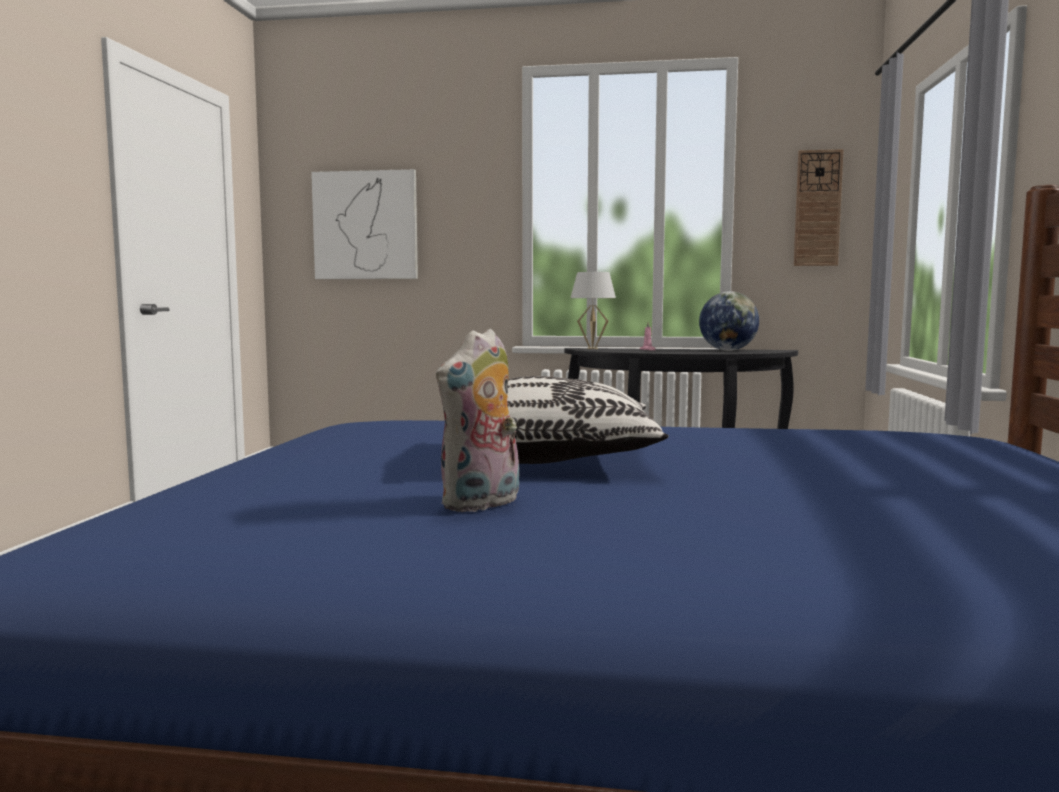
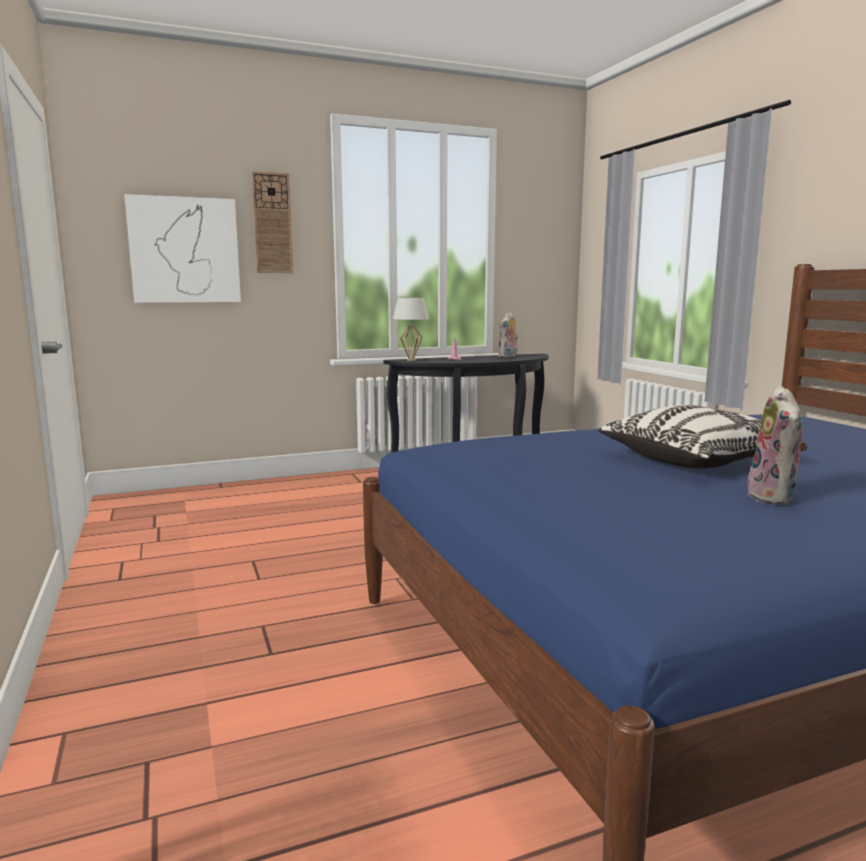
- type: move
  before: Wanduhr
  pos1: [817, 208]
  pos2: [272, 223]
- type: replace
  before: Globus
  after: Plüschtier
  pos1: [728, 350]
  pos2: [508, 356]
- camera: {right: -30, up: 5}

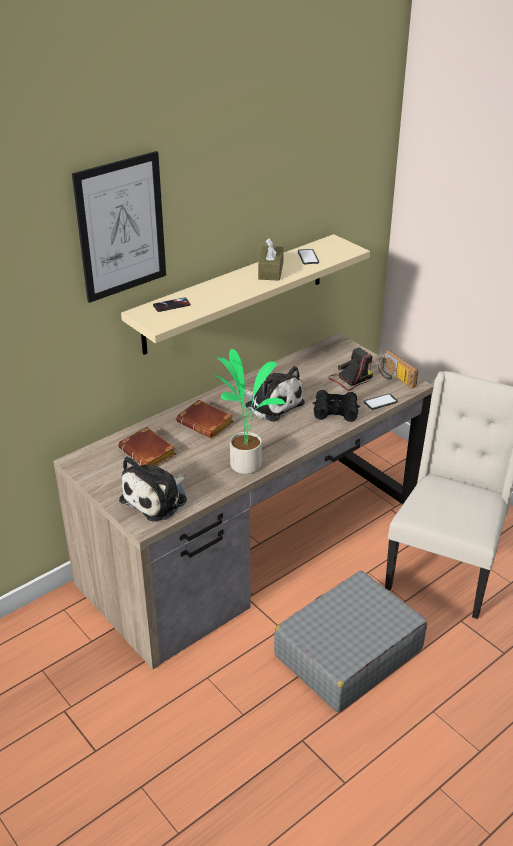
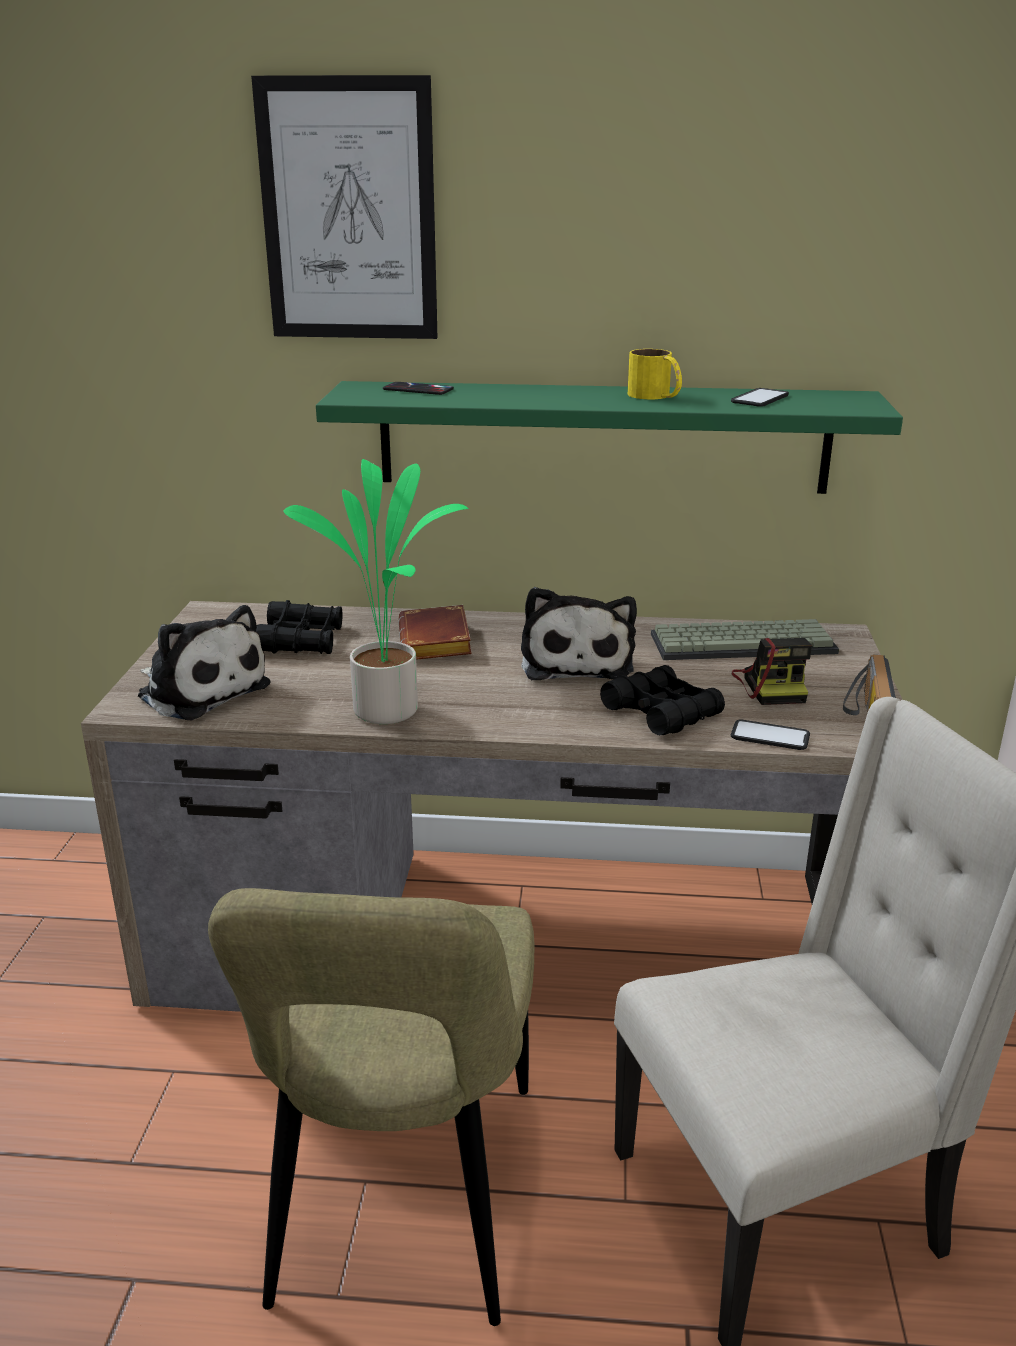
- type: recolor
  before: Wandregal (beige)
  after: Wandregal (grün)
  pos1: [235, 293]
  pos2: [603, 437]
- type: replace
  before: Taschentuchbox (braun)
  after: Henkelbecher (gelb)
  pos1: [270, 271]
  pos2: [656, 396]
- type: rotate
  before: Kamera
  pos1: [350, 379]
  pos2: [772, 686]
  turn: 75
- type: replace
  before: Buch (braun)
  after: Fernglas (schwarz)
  pos1: [149, 452]
  pos2: [301, 640]
- type: rotate
  before: Plüschtier
  pos1: [157, 499]
  pos2: [201, 690]
  turn: -135
- type: replace
  before: Koffer (grau)
  after: Stuhl (beige)
  pos1: [347, 653]
  pos2: [402, 1204]
- type: insert
  after: Tastatur
  pos2: [744, 642]
- camera: {right: 45, up: -10}

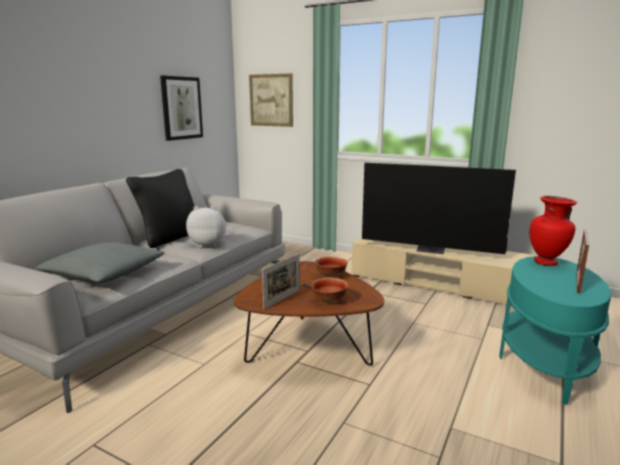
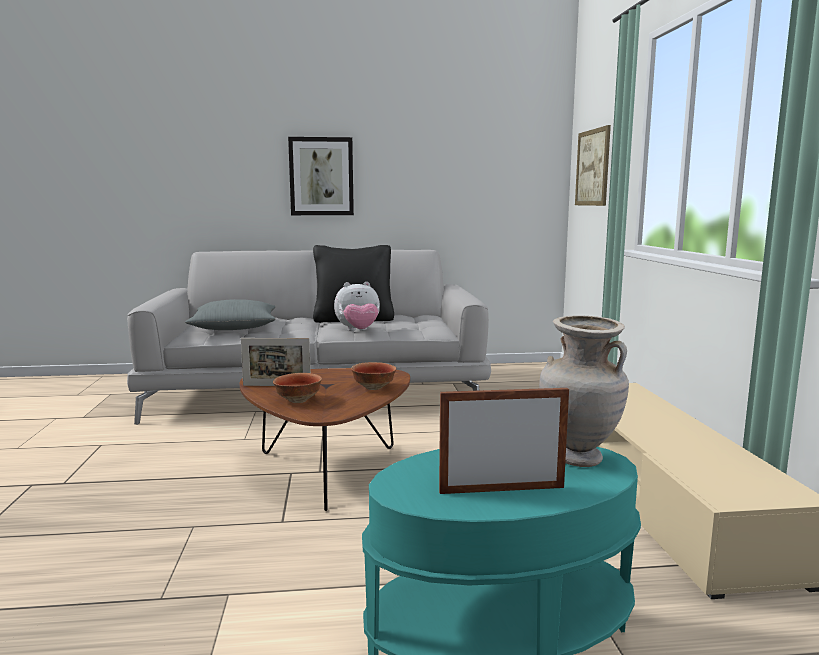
- type: move
  before: Bild
  pos1: [181, 108]
  pos2: [321, 176]
- type: delete
  before: Fernseher
  pos1: [431, 250]
- type: recolor
  before: Vase (rot)
  after: Vase (beige)
  pos1: [546, 263]
  pos2: [578, 459]
- type: rotate
  before: Plüschtier
  pos1: [209, 244]
  pos2: [358, 331]
  turn: 105
- camera: {right: 55, up: -5}

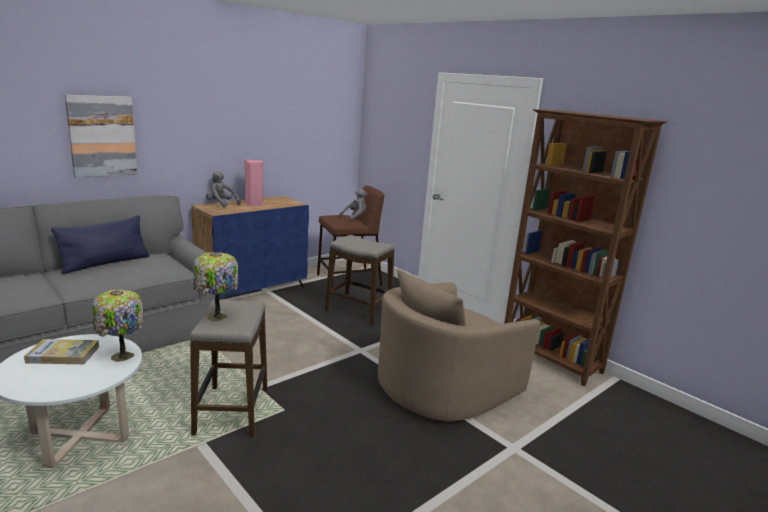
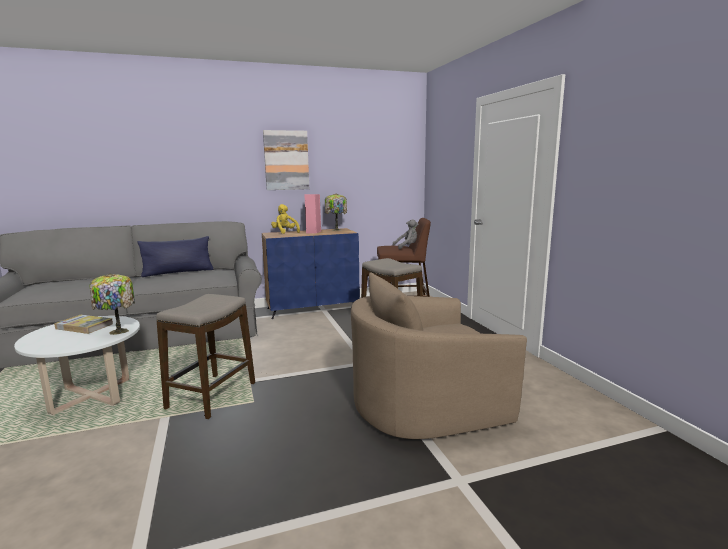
- type: move
  before: Bild
  pos1: [102, 136]
  pos2: [286, 160]
- type: delete
  before: Bücherregal (braun)
  pos1: [550, 359]
- type: recolor
  before: Plüschtier (grau)
  after: Plüschtier (gelb)
  pos1: [221, 204]
  pos2: [285, 232]
- type: move
  before: Tischlampe
  pos1: [216, 317]
  pos2: [336, 230]
- camera: {right: 25, up: -5}

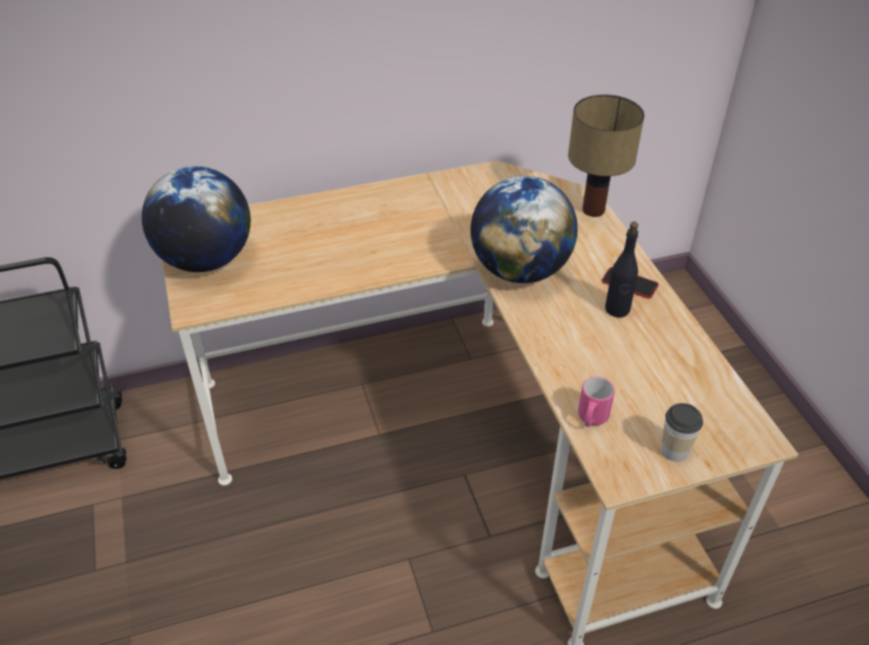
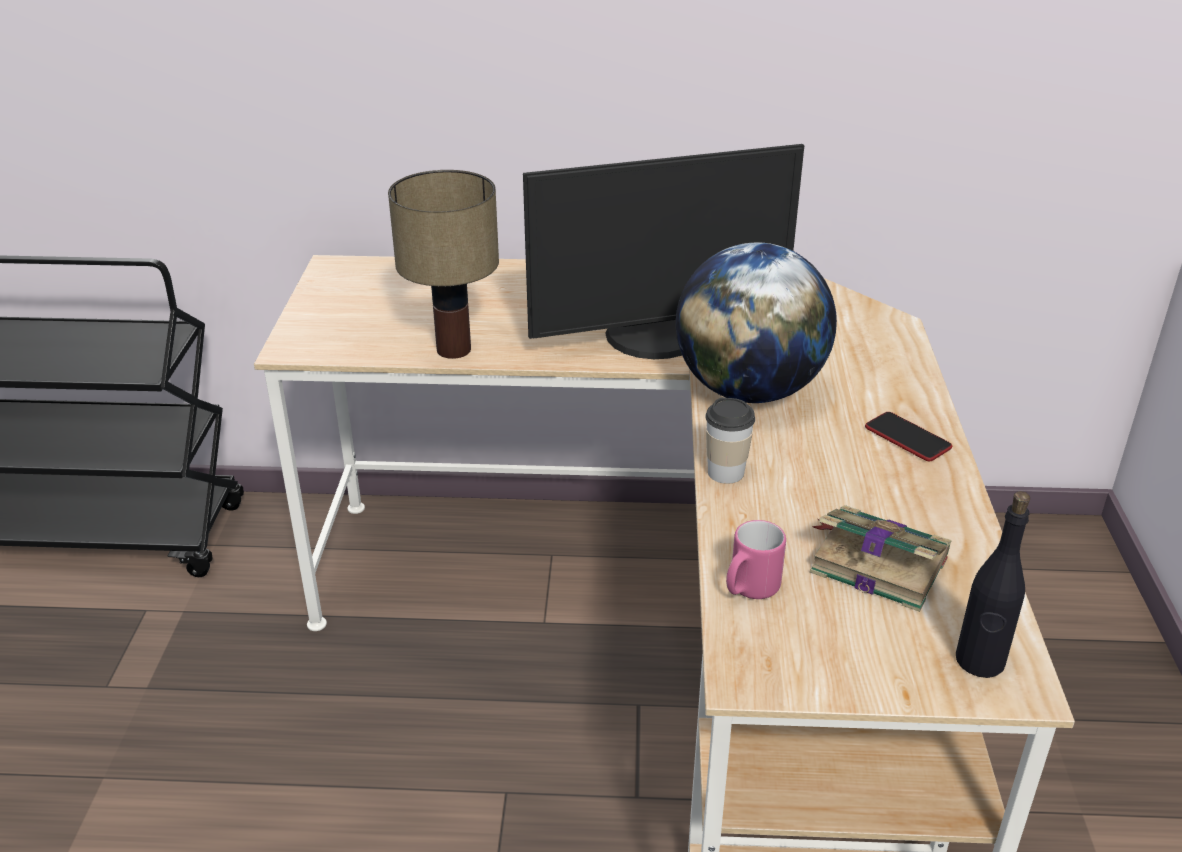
- type: move
  before: Tischlampe
  pos1: [594, 210]
  pos2: [454, 351]
- type: delete
  before: Globus
  pos1: [206, 260]
- type: move
  before: Flasche (schwarz)
  pos1: [617, 309]
  pos2: [979, 661]
- type: move
  before: Tasse
  pos1: [674, 450]
  pos2: [725, 472]
- type: insert
  after: Monitor
  pos2: [656, 337]
- type: insert
  after: Buch
  pos2: [876, 563]
- camera: {right: 20, up: -10}

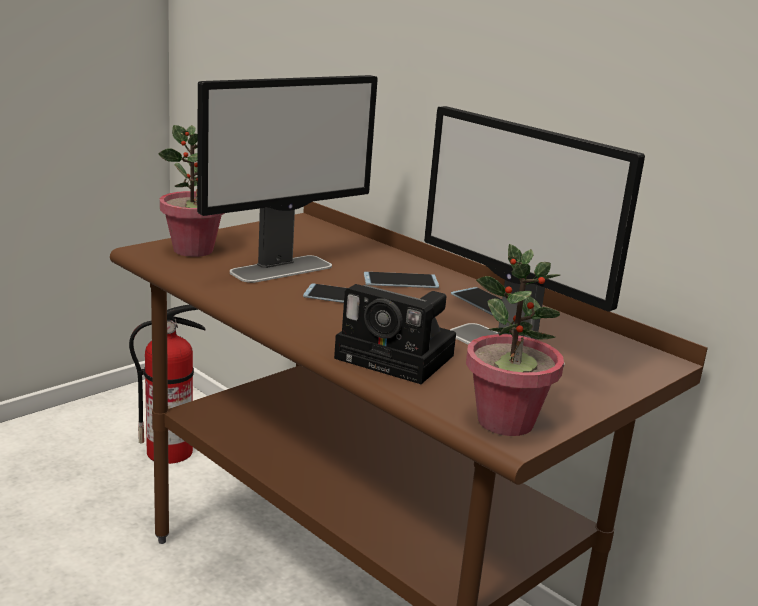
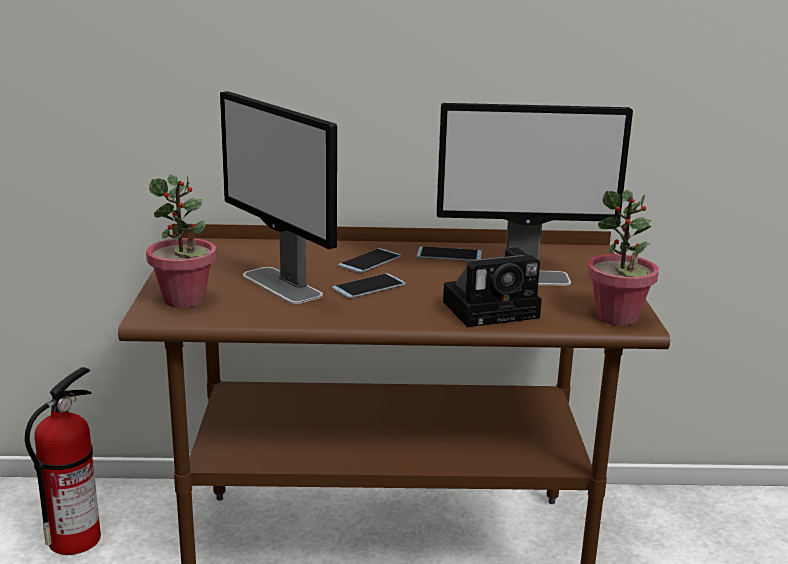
- type: rotate
  before: Monitor
  pos1: [282, 269]
  pos2: [282, 285]
  turn: 135
- camera: {right: -45, up: 0}

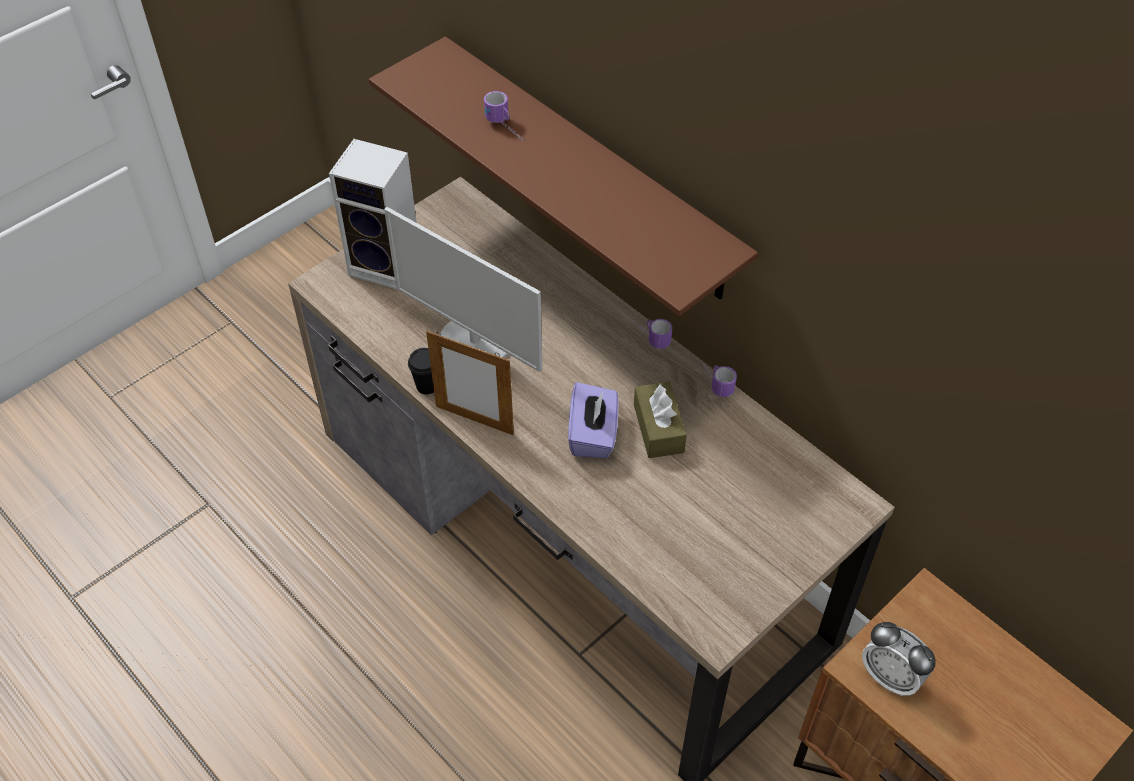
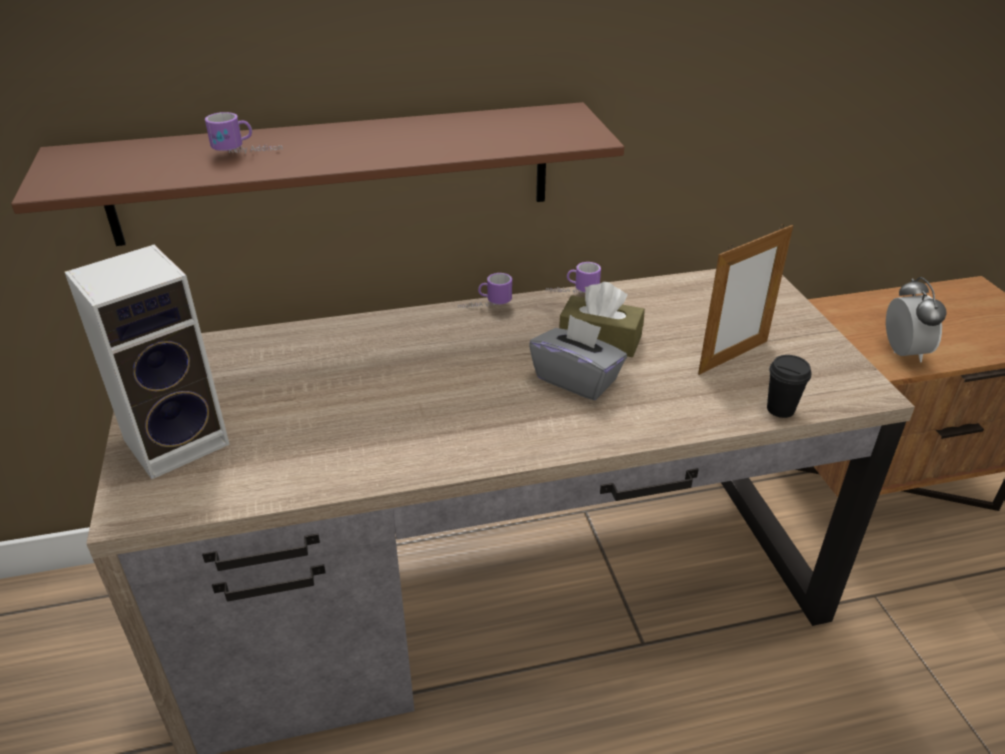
- type: delete
  before: Monitor
  pos1: [474, 344]
- type: move
  before: Bilderrahmen
  pos1: [474, 420]
  pos2: [733, 357]
- type: move
  before: Tasse (schwarz)
  pos1: [427, 386]
  pos2: [780, 409]
- type: recolor
  before: Taschentuchbox (lila)
  after: Taschentuchbox (grau)
  pos1: [593, 435]
  pos2: [576, 379]
- type: rotate
  before: Wecker
  pos1: [890, 676]
  pos2: [903, 352]
  turn: -75
- camera: {right: -60, up: -15}

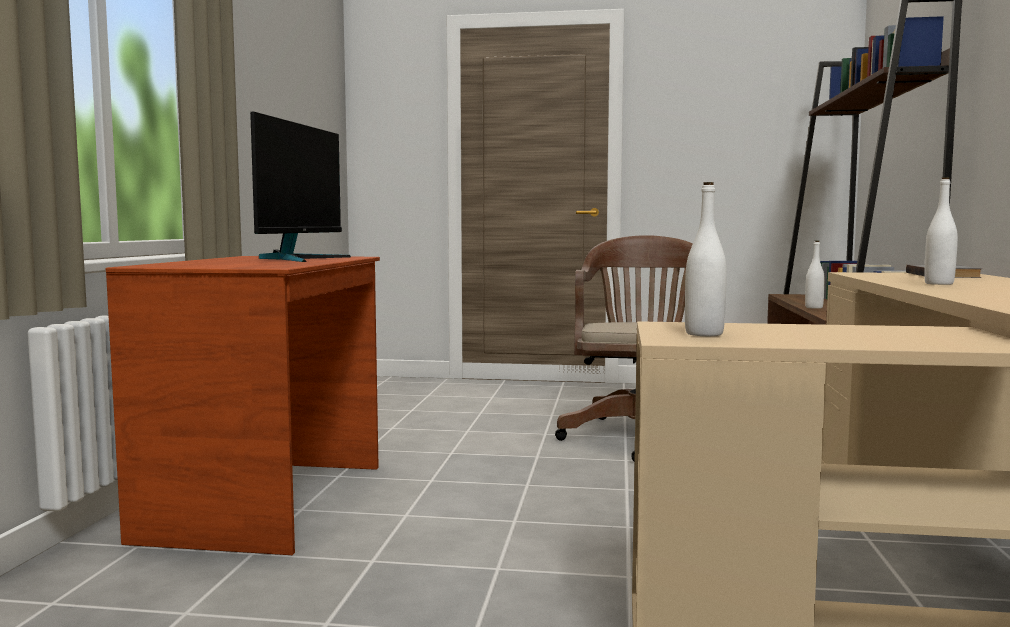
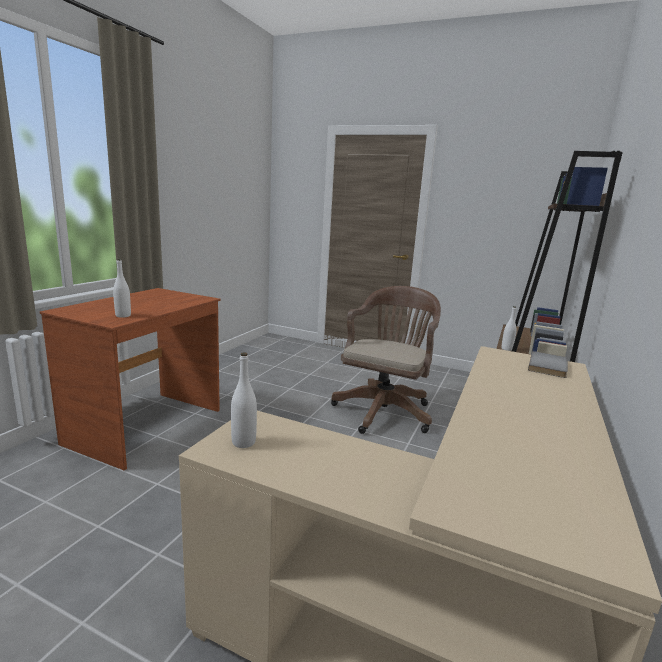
- type: delete
  before: Monitor
  pos1: [299, 259]
- type: move
  before: Flasche (weiß)
  pos1: [939, 283]
  pos2: [123, 316]
- camera: {right: 15, up: 10}

